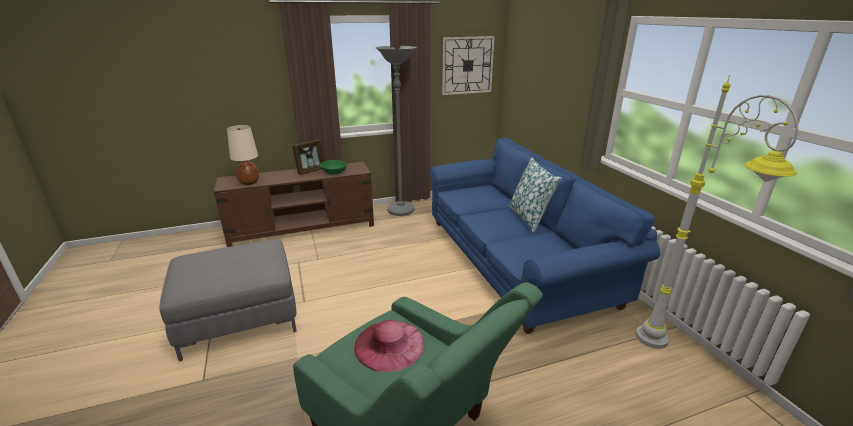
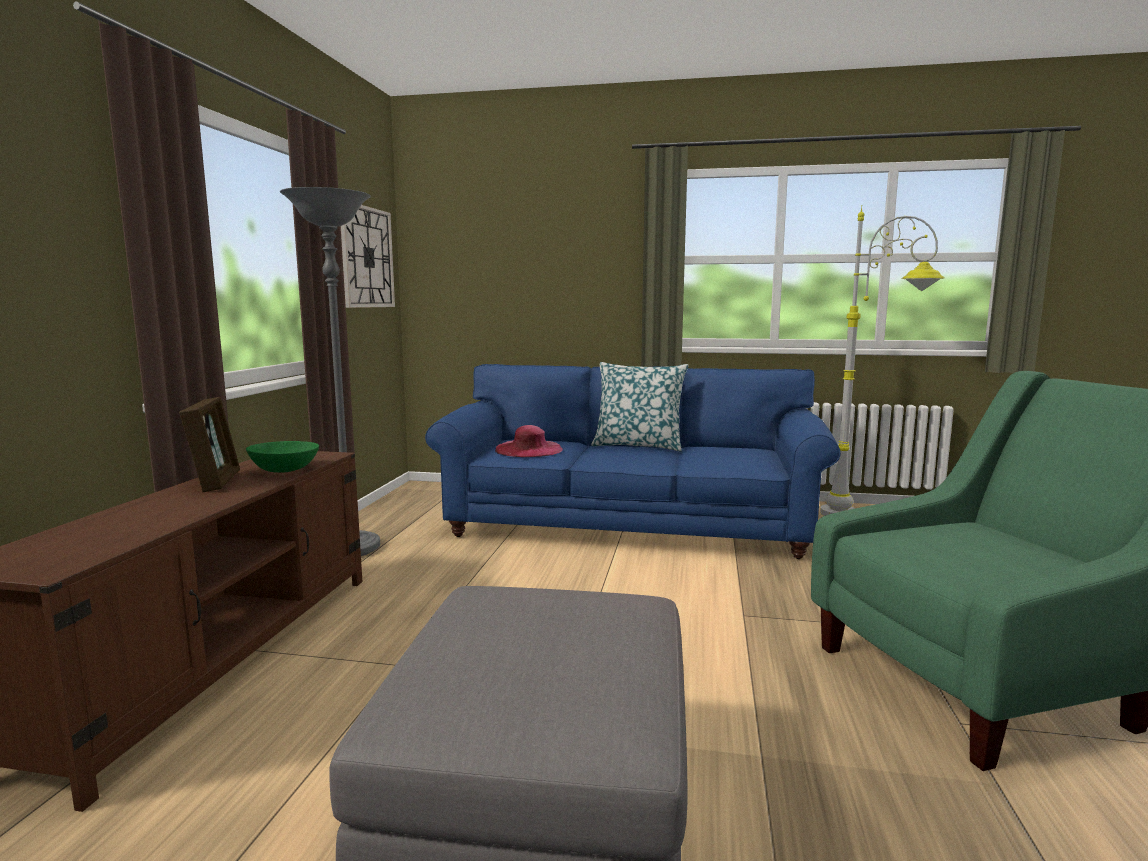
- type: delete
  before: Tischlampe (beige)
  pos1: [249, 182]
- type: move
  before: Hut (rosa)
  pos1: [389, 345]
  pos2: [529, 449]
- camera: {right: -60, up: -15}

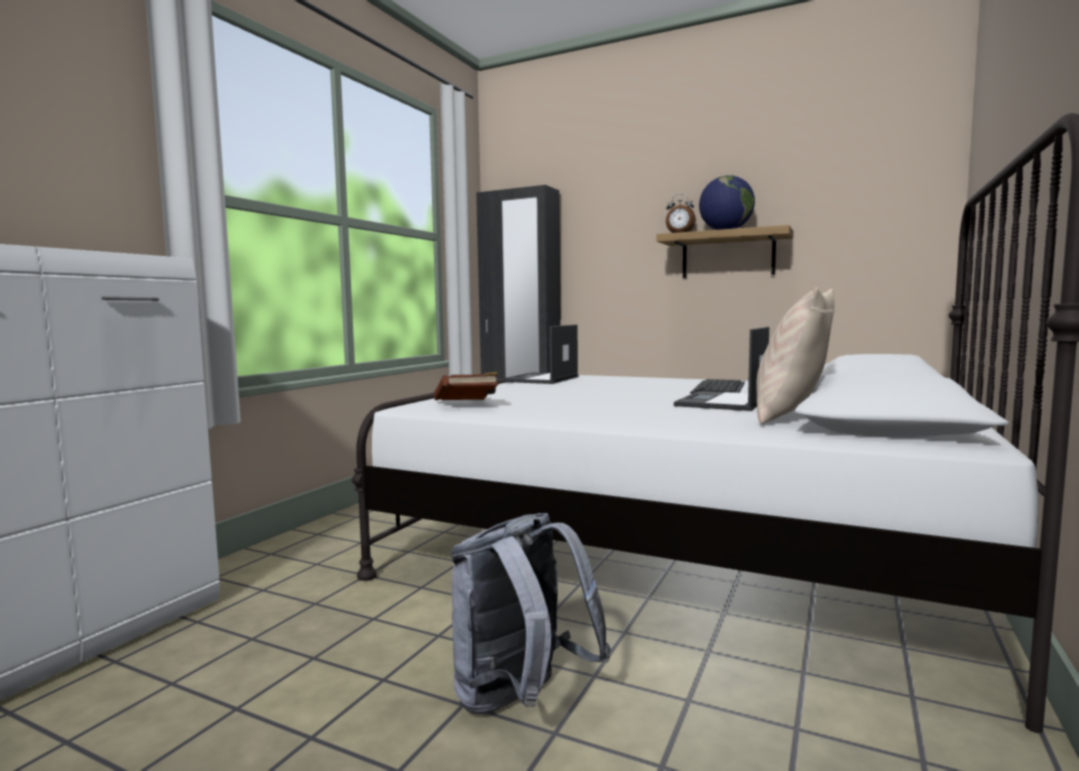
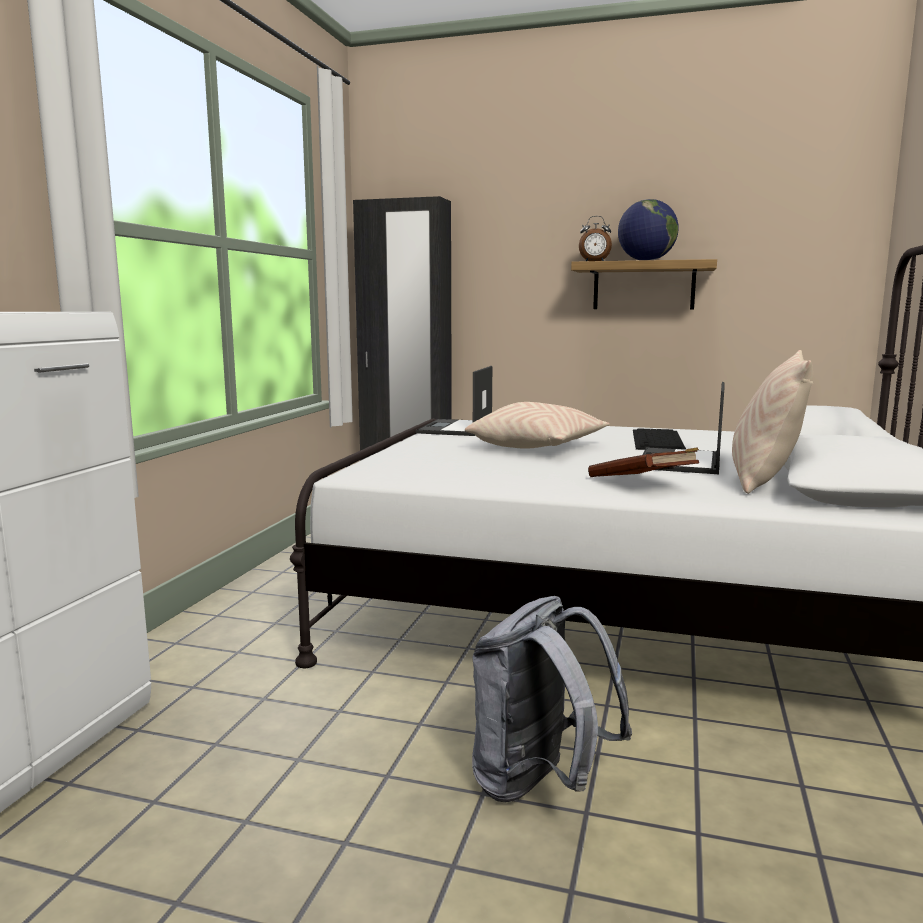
- type: move
  before: Buch (braun)
  pos1: [467, 405]
  pos2: [642, 484]
- type: insert
  after: Kissen (beige)
  pos2: [537, 447]
- camera: {right: -10, up: 5}

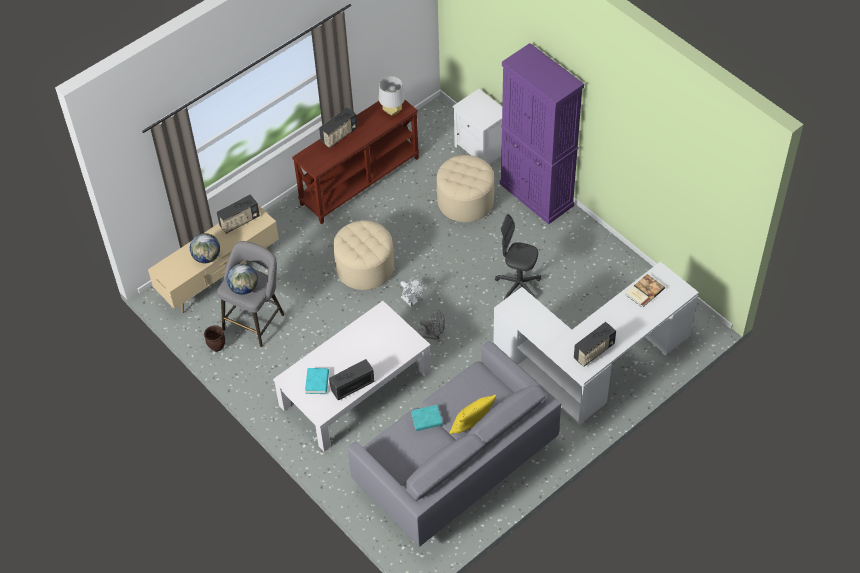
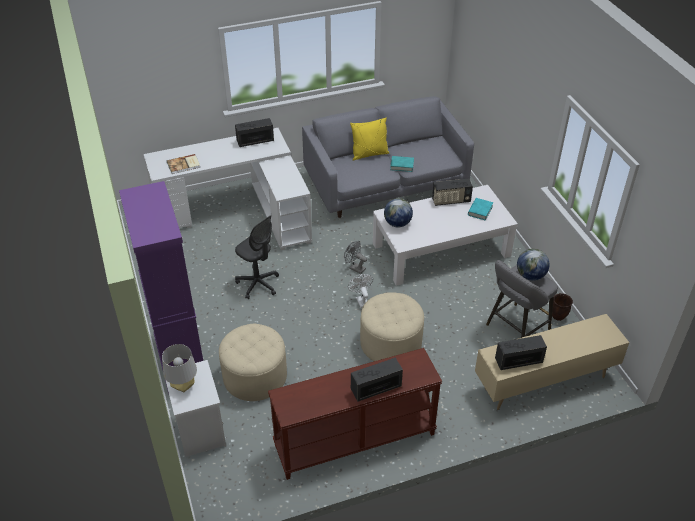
- type: move
  before: Tischlampe (grau)
  pos1: [392, 111]
  pos2: [183, 386]
- type: move
  before: Globus
  pos1: [207, 257]
  pos2: [397, 223]
- camera: {right: -160, up: -10}

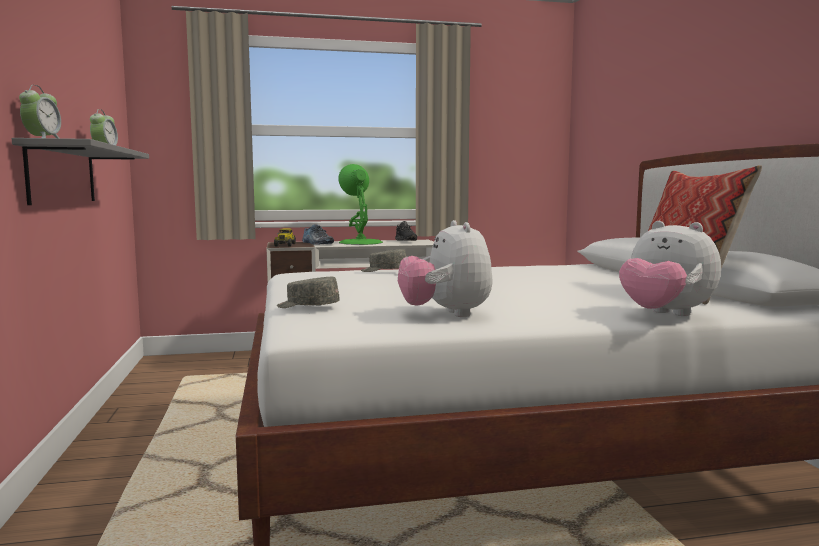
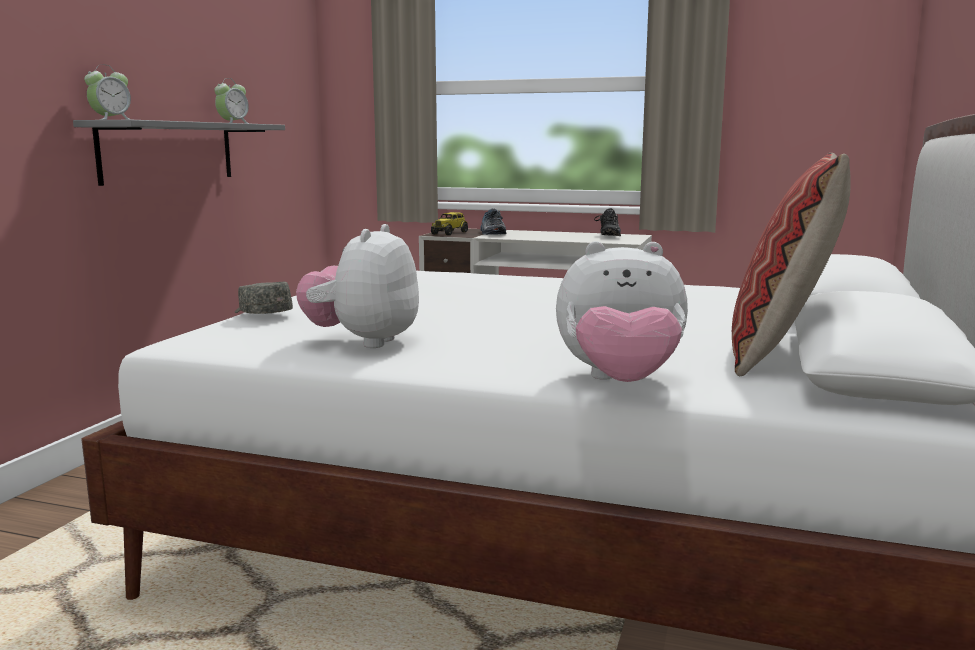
- type: delete
  before: Tischlampe (grün)
  pos1: [360, 242]
- type: rotate
  before: Plüschtier
  pos1: [664, 315]
  pos2: [620, 382]
  turn: -75
- type: delete
  before: Kappe (grau)
  pos1: [384, 271]
- camera: {right: 30, up: 5}

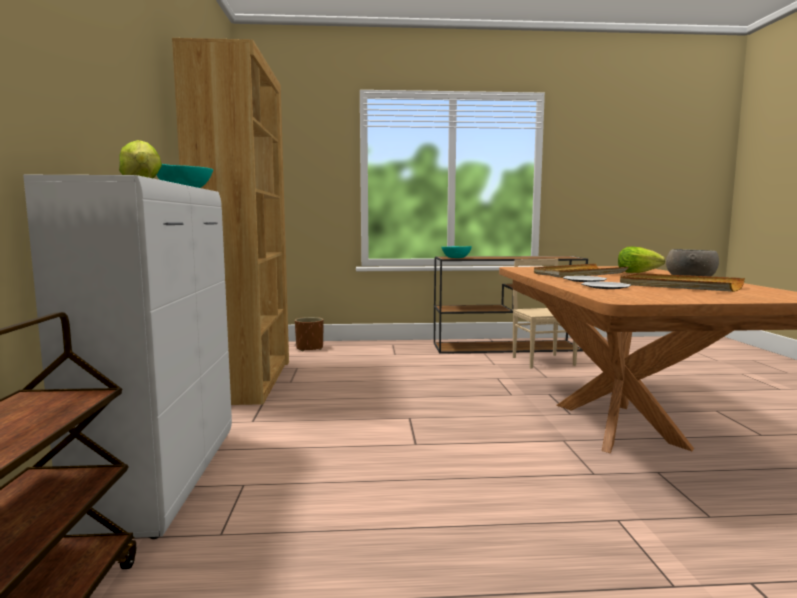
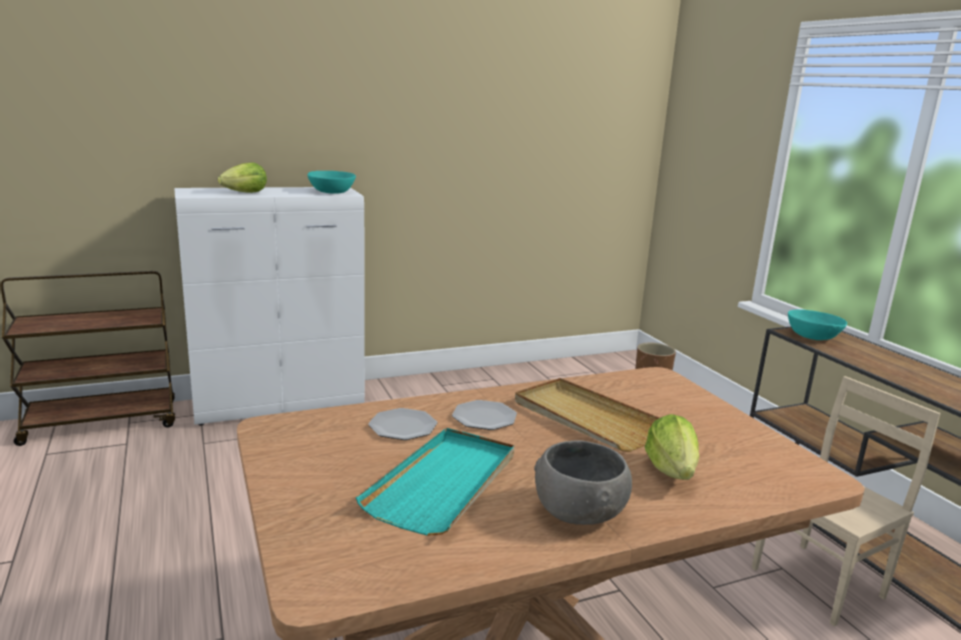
- type: delete
  before: Bücherregal (braun)
  pos1: [247, 380]
- type: recolor
  before: Tablett (beige)
  after: Tablett (türkis)
  pos1: [679, 286]
  pos2: [444, 483]
- camera: {right: 70, up: 10}

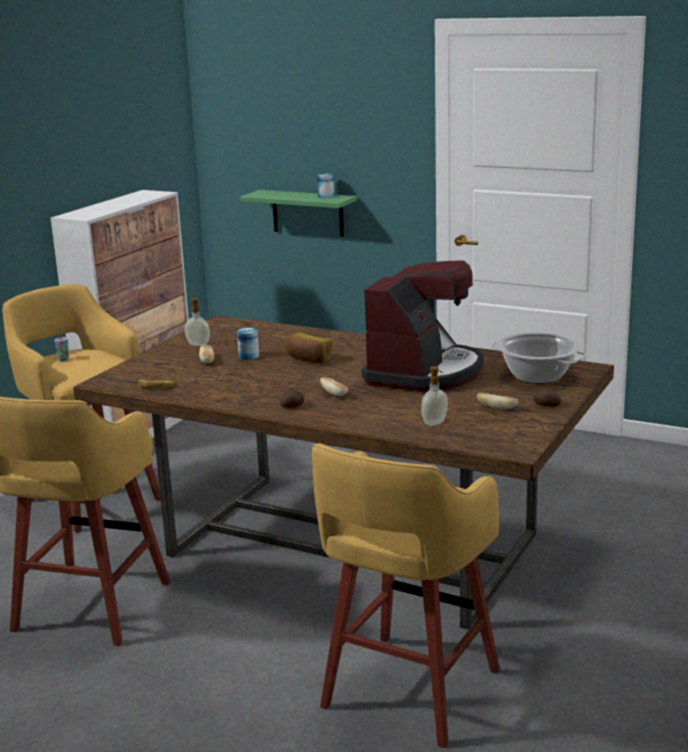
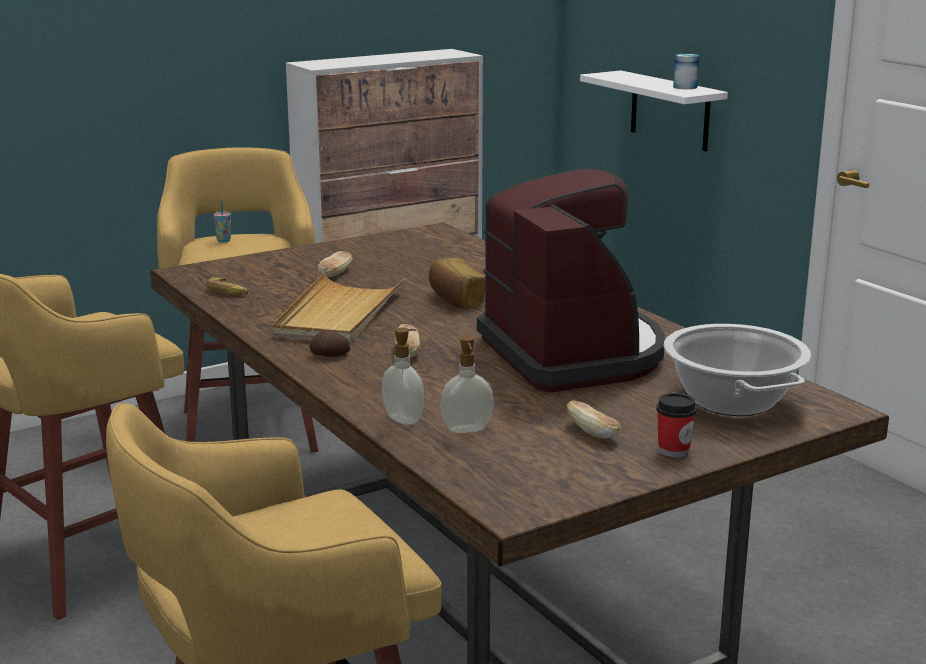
- type: recolor
  before: Wandregal (grün)
  after: Wandregal (weiß)
  pos1: [308, 213]
  pos2: [670, 111]
- type: rotate
  before: Kaffeemaschine
  pos1: [424, 372]
  pos2: [573, 354]
  turn: -75
- type: move
  before: Seifenspender
  pos1: [198, 344]
  pos2: [404, 419]
- type: delete
  before: Dose
  pos1: [249, 356]
- type: replace
  before: Kartoffel
  after: Tasse
  pos1: [547, 405]
  pos2: [673, 450]
- type: insert
  after: Tablett (beige)
  pos2: [339, 314]
- camera: {right: 30, up: 0}

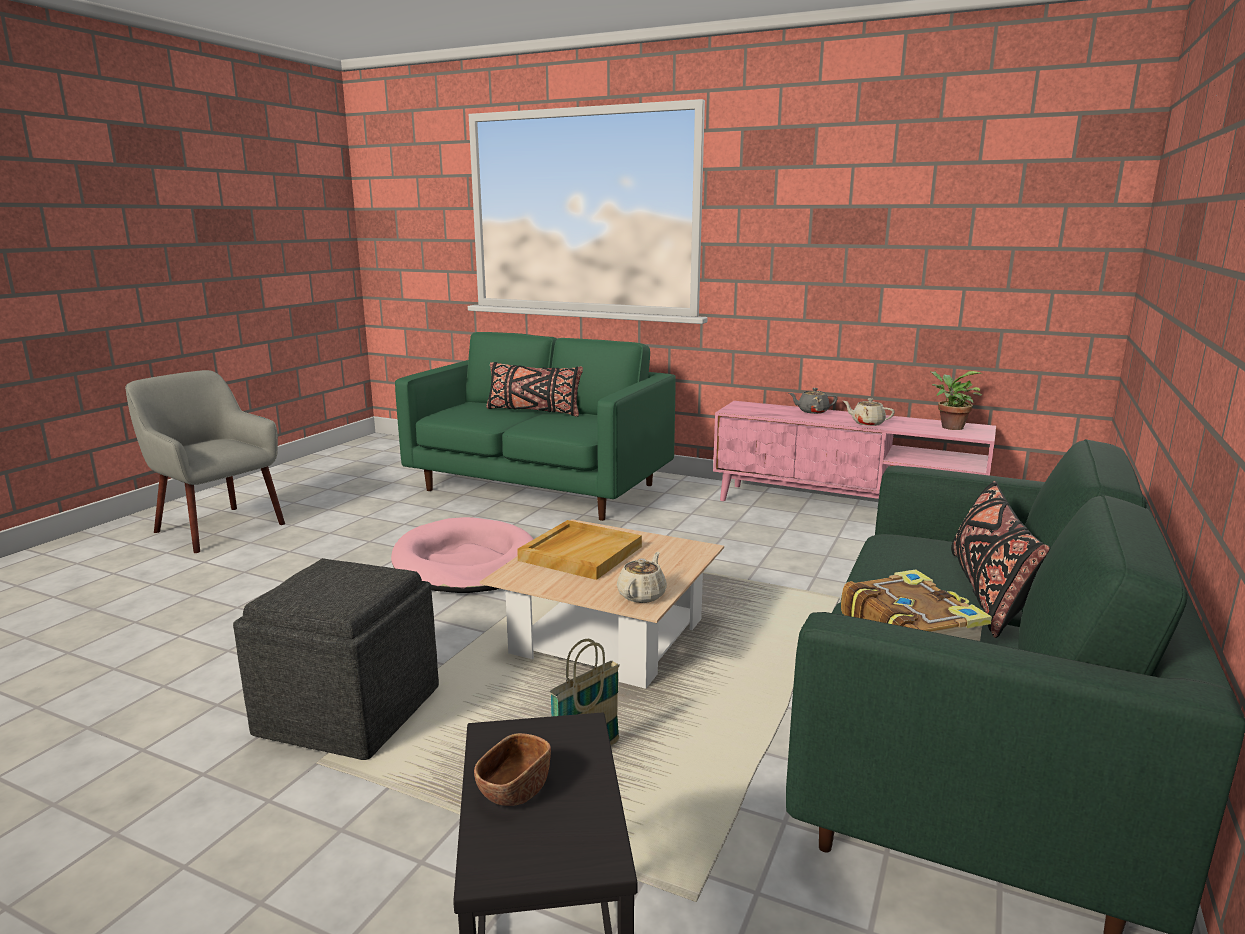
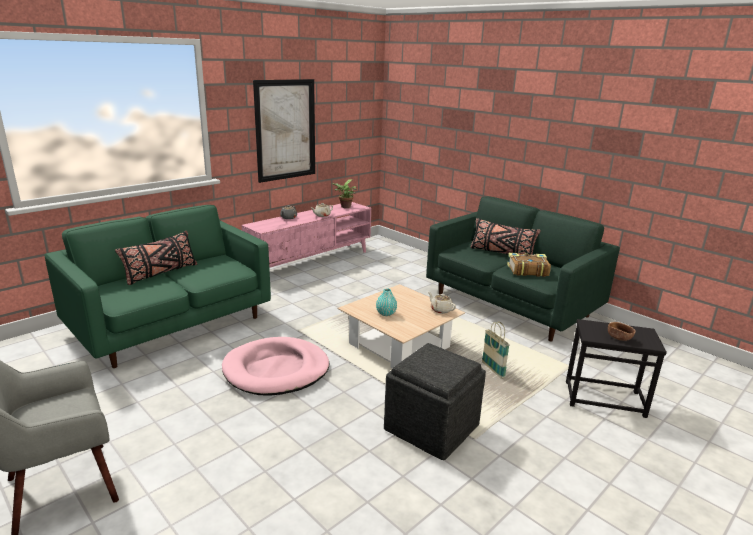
- type: replace
  before: Tablett (beige)
  after: Vase (türkis)
  pos1: [580, 553]
  pos2: [386, 313]
- type: insert
  after: Bild
  pos2: [286, 130]
- camera: {right: -70, up: 5}

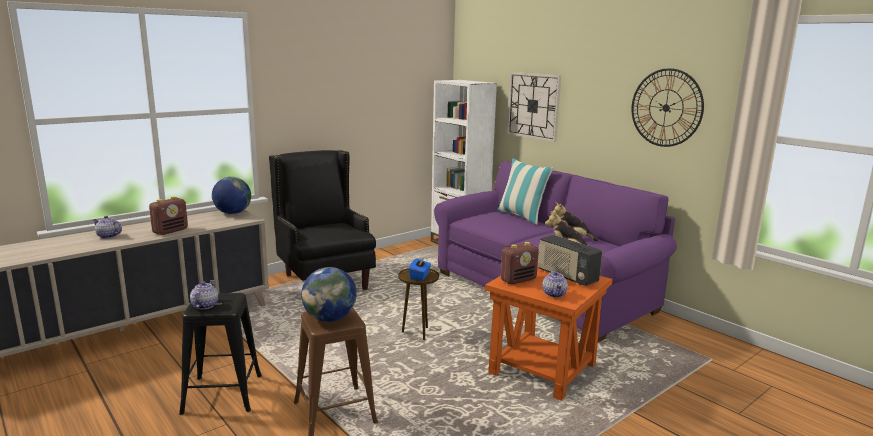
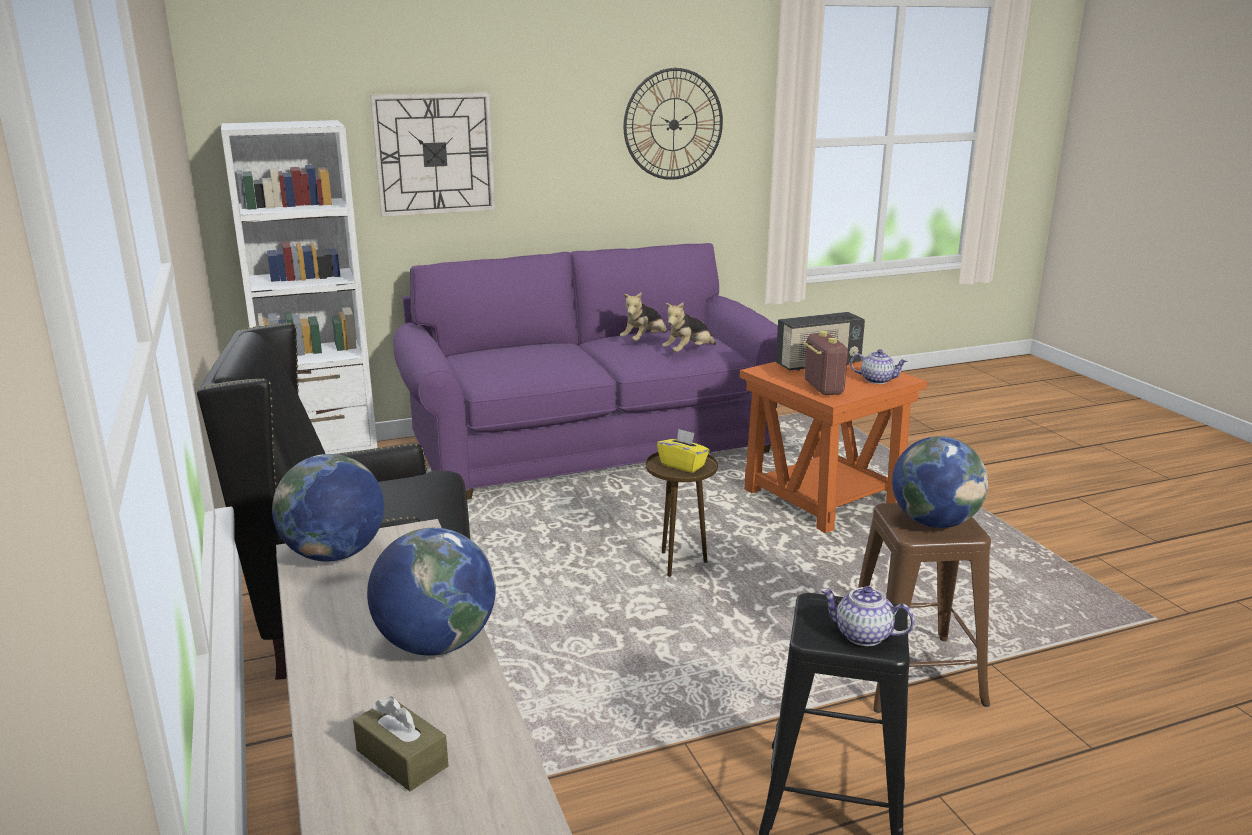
- type: delete
  before: Kissen
  pos1: [522, 216]
- type: replace
  before: Radio
  after: Globus
  pos1: [170, 231]
  pos2: [436, 644]
- type: replace
  before: Teekanne
  after: Taschentuchbox (braun)
  pos1: [108, 236]
  pos2: [402, 758]
- type: recolor
  before: Taschentuchbox (blau)
  after: Taschentuchbox (gelb)
  pos1: [420, 276]
  pos2: [683, 465]
- camera: {right: -70, up: 5}

